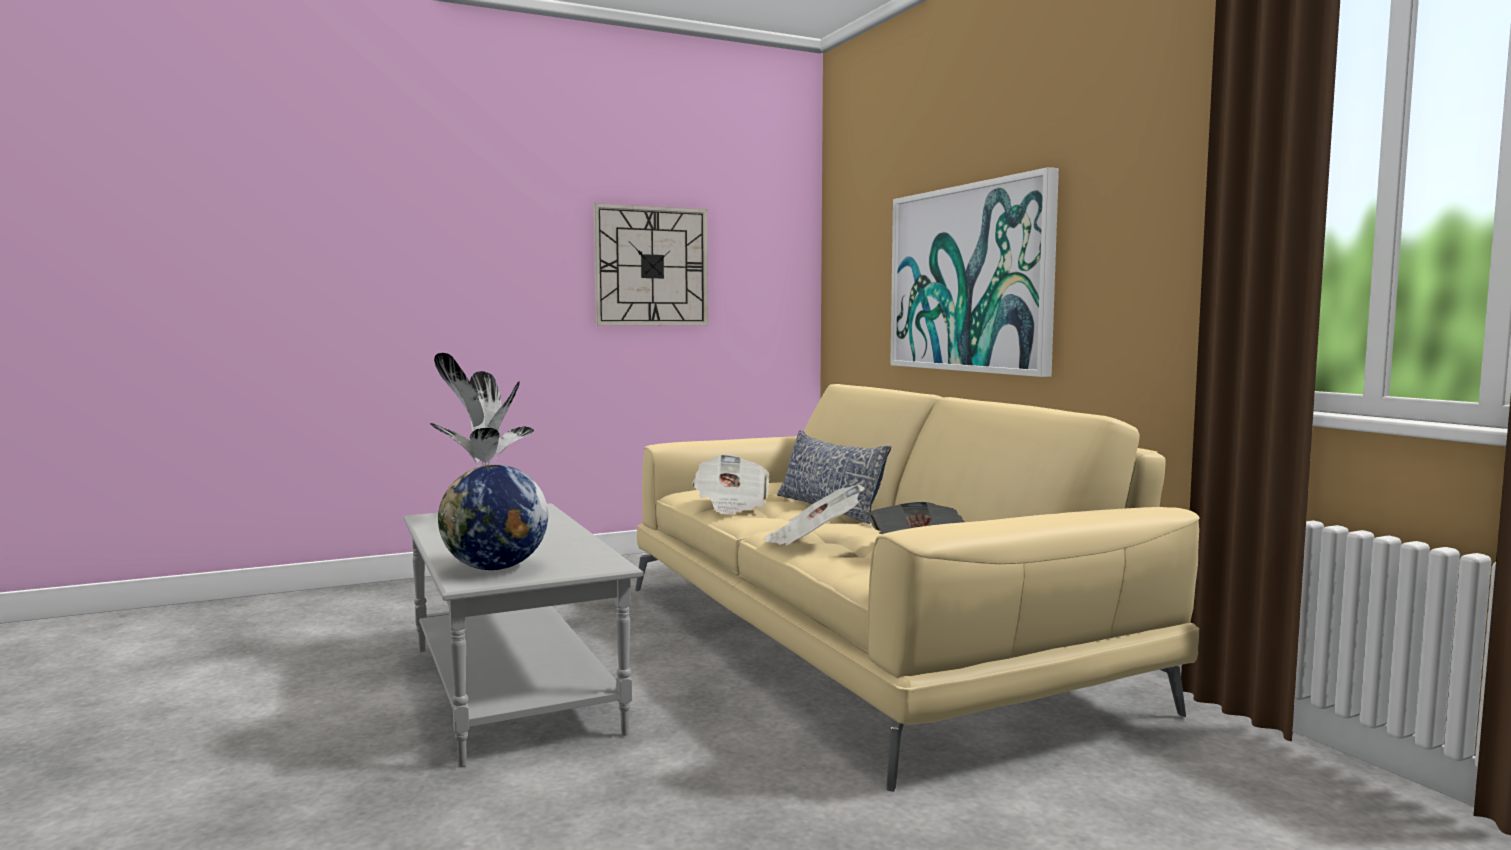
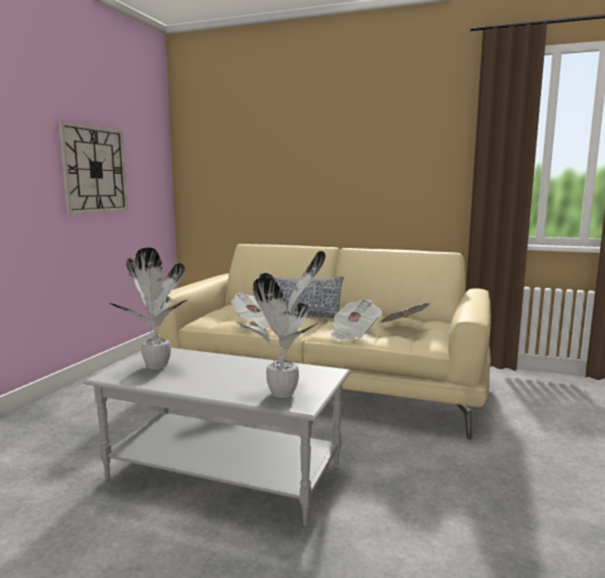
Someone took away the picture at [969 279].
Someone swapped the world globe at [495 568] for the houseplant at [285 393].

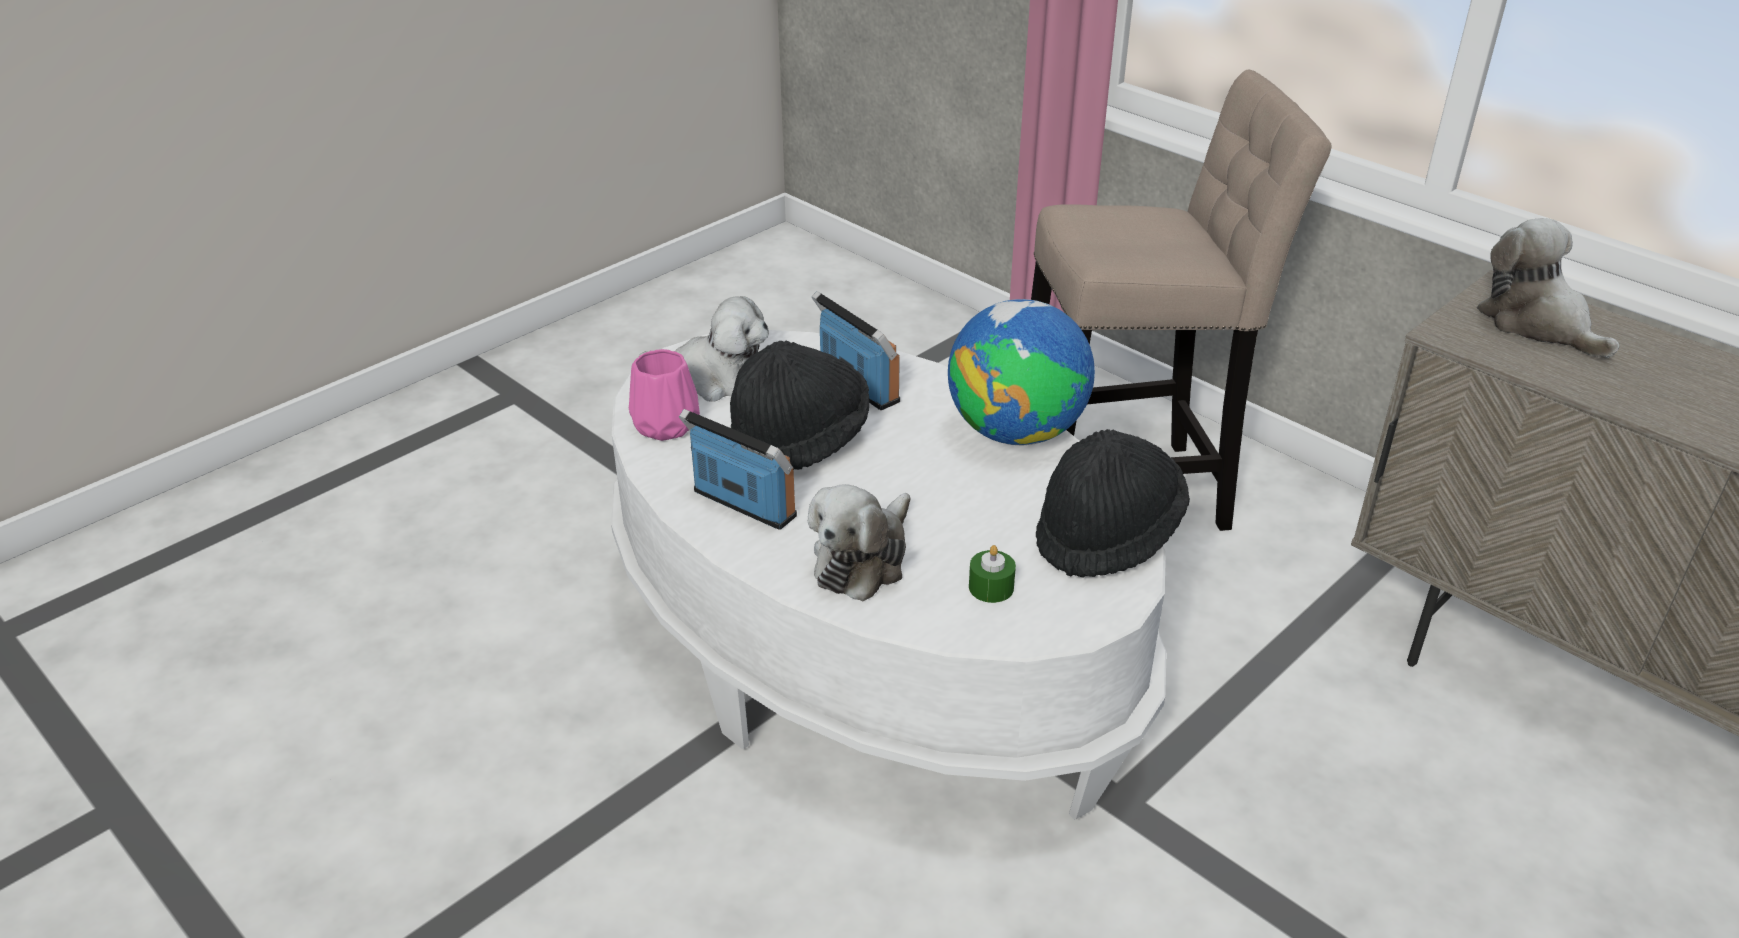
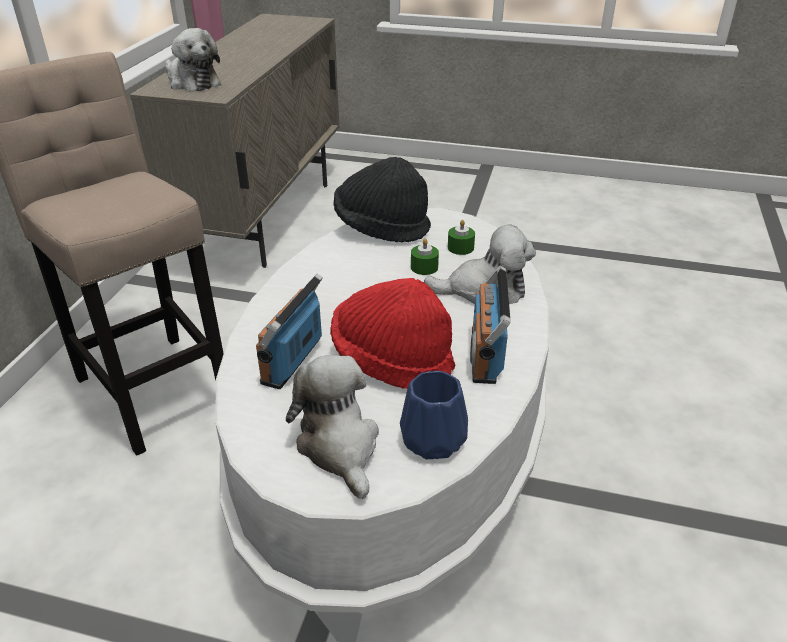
Someone rotated the soft toy at [1537 324] by 75 degrees counterclockwise.
Someone took away the world globe at [1017 432].
Someone repainted the wearable hat in blackish at [799 442], which became the wearable hat in red-coloured at [392 360].
Someone repainted the decorative vase in pink-coloured at [667 424], which became the decorative vase in blue-coloured at [431 441].
Someone put down the candle in green-coloured at [424 267].

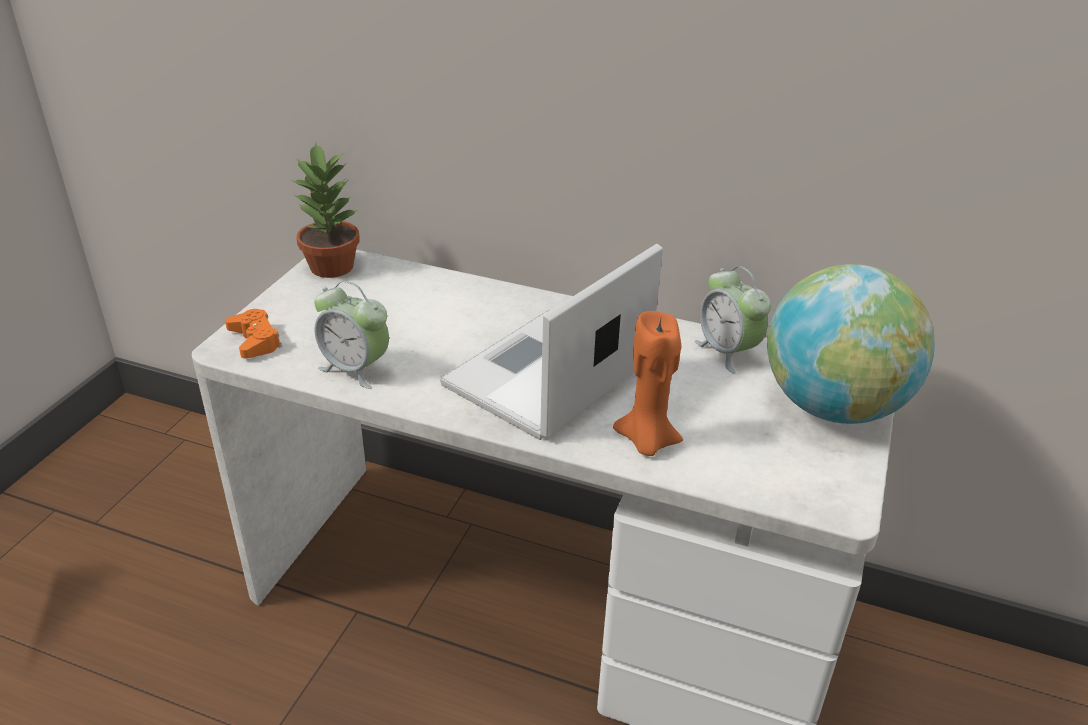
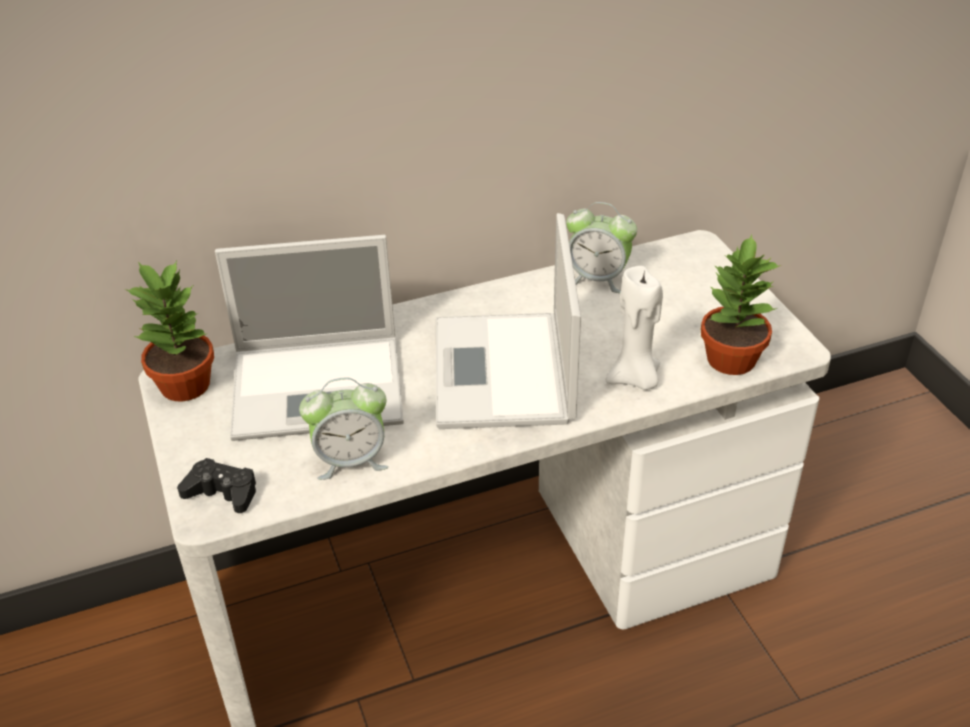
Someone took away the world globe at [832 406].
Someone repainted the gamepad in orange at [255 340], which became the gamepad in blackish at [222 492].
Someone repainted the candle in orange at [646 442], which became the candle in whitish at [635 379].
Someone put down the houseplant at [730 360].
Someone put down the notebook computer at [321 386].

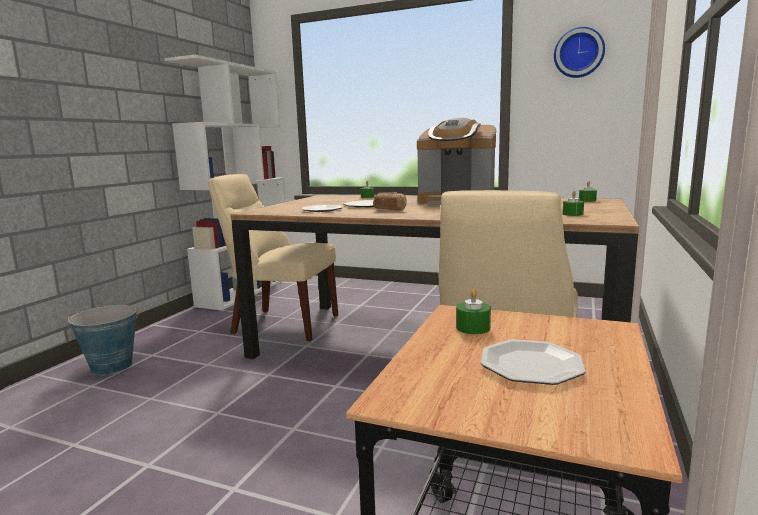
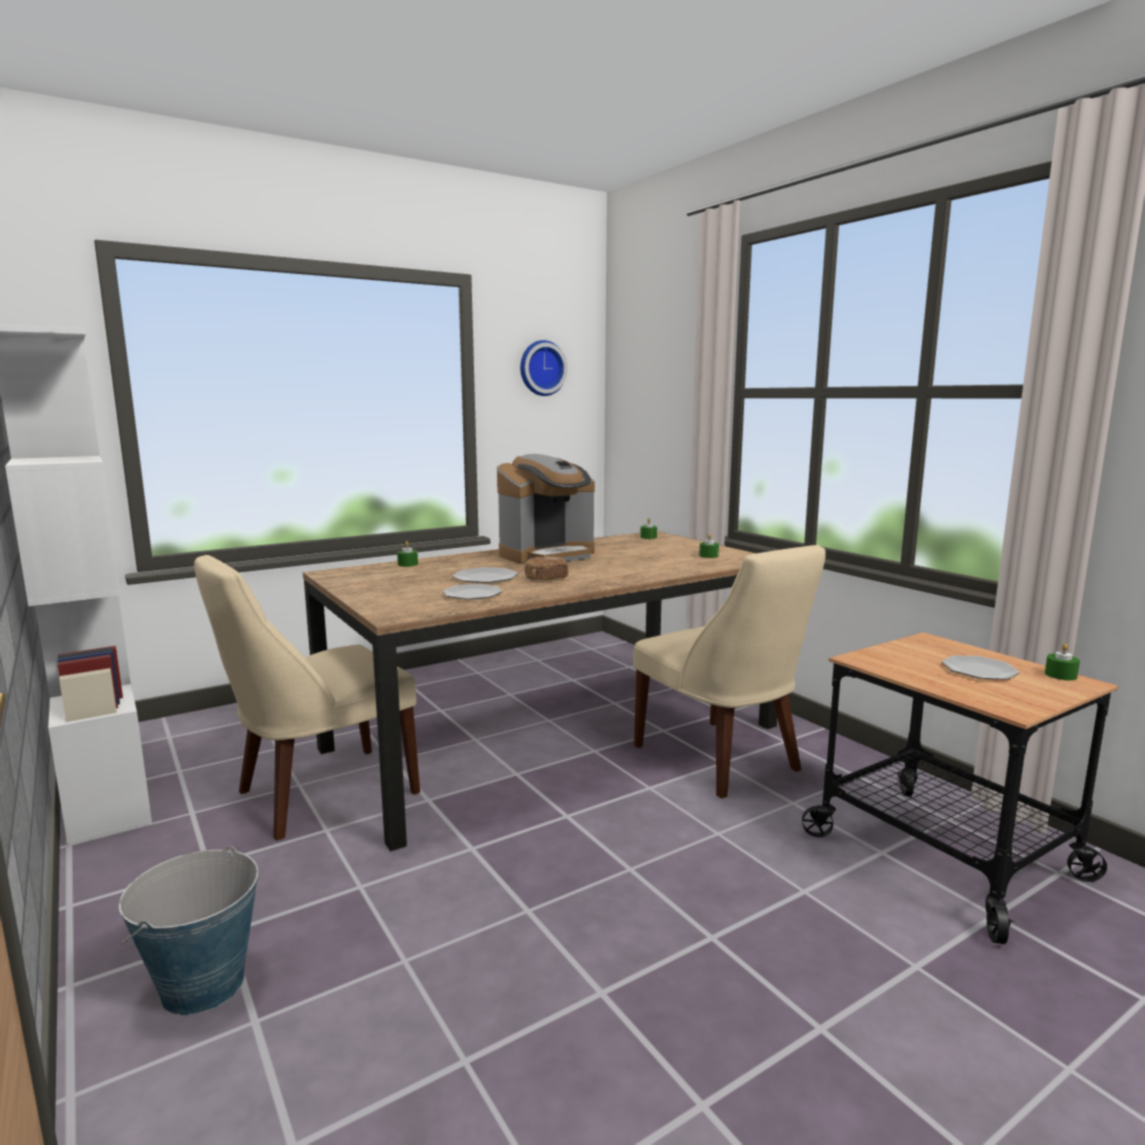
Someone carried the candle in green-coloured from [473 328] to [1060 675].

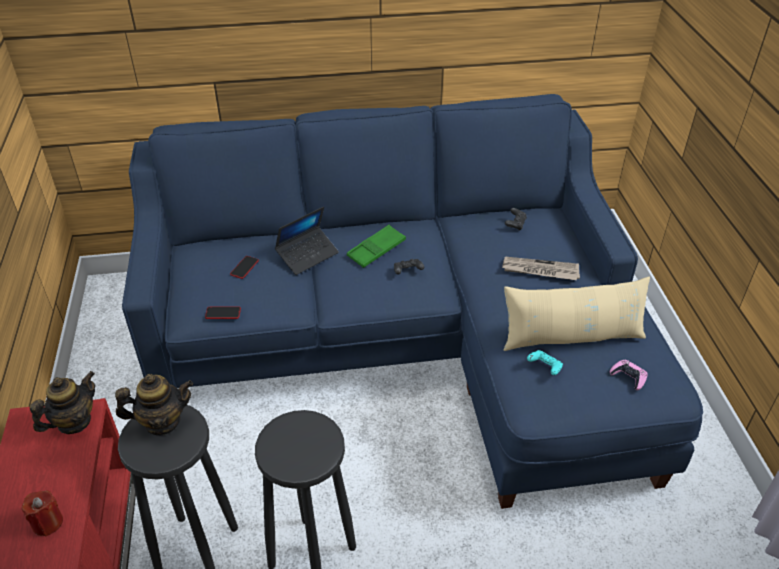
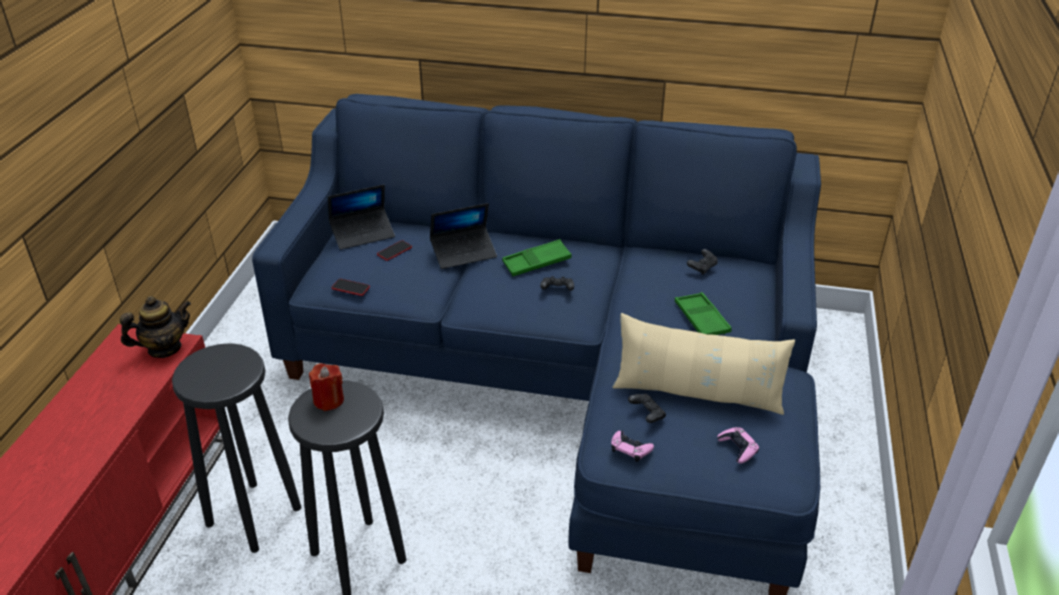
Someone swapped the daily paper at [540 270] for the carrying tray in green-coloured at [701 319].
Someone repainted the gamepad in turquoise-coloured at [544 367], which became the gamepad in blackish at [647 414].
Someone took away the pot for tea at [162 422].
Someone carried the candle in red-coloured from [48 522] to [328 400].
Someone put down the notebook computer at [363 234].
Someone put down the gamepad in pink-coloured at [630 448].

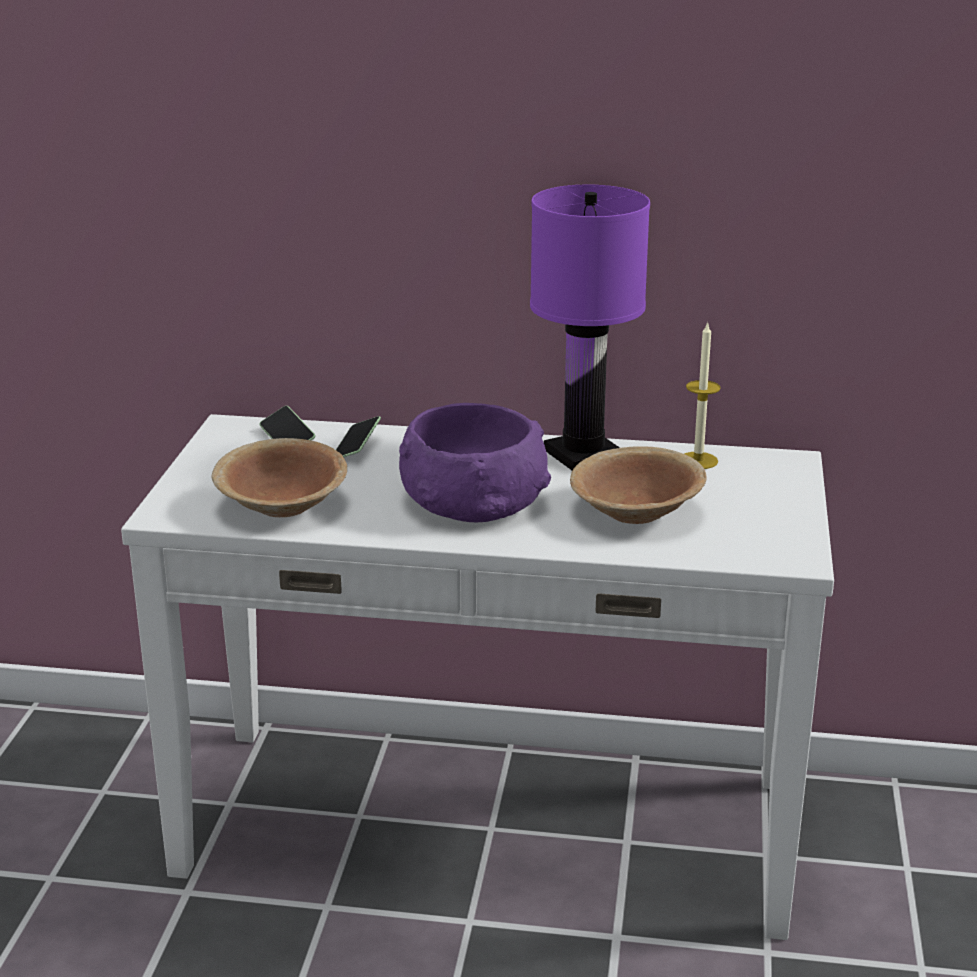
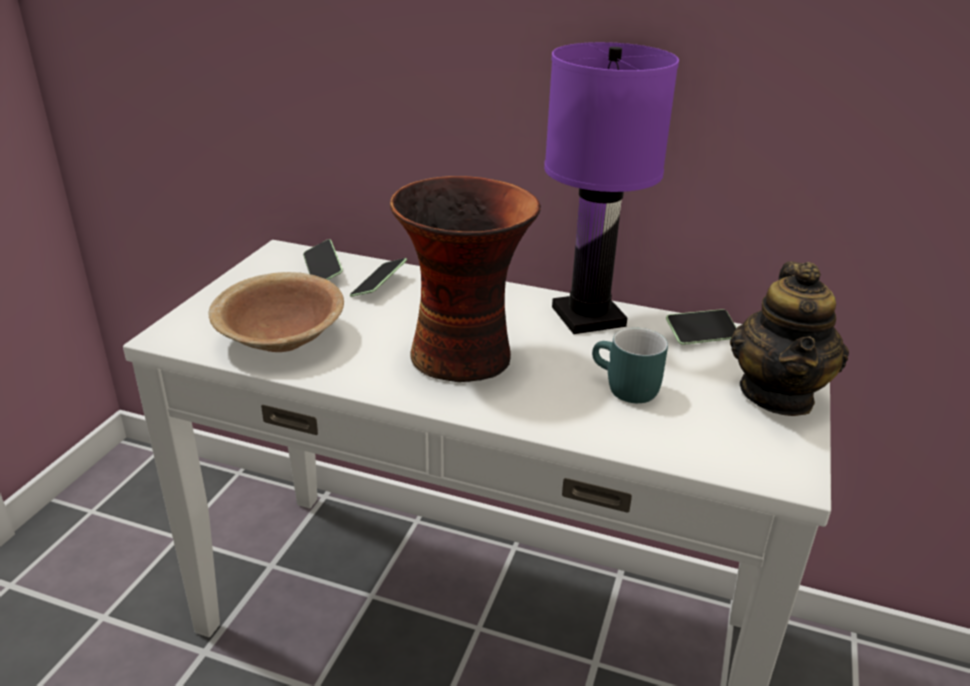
Someone swapped the candle at [698 460] for the phone at [701 336].
Someone swapped the deep dish in purplish at [474 500] for the decorative vase at [465 355].
Someone swapped the deep dish in brownish at [635 512] for the tea mug in turquoise-coloured at [623 389].
Someone put down the pot for tea at [777 395].

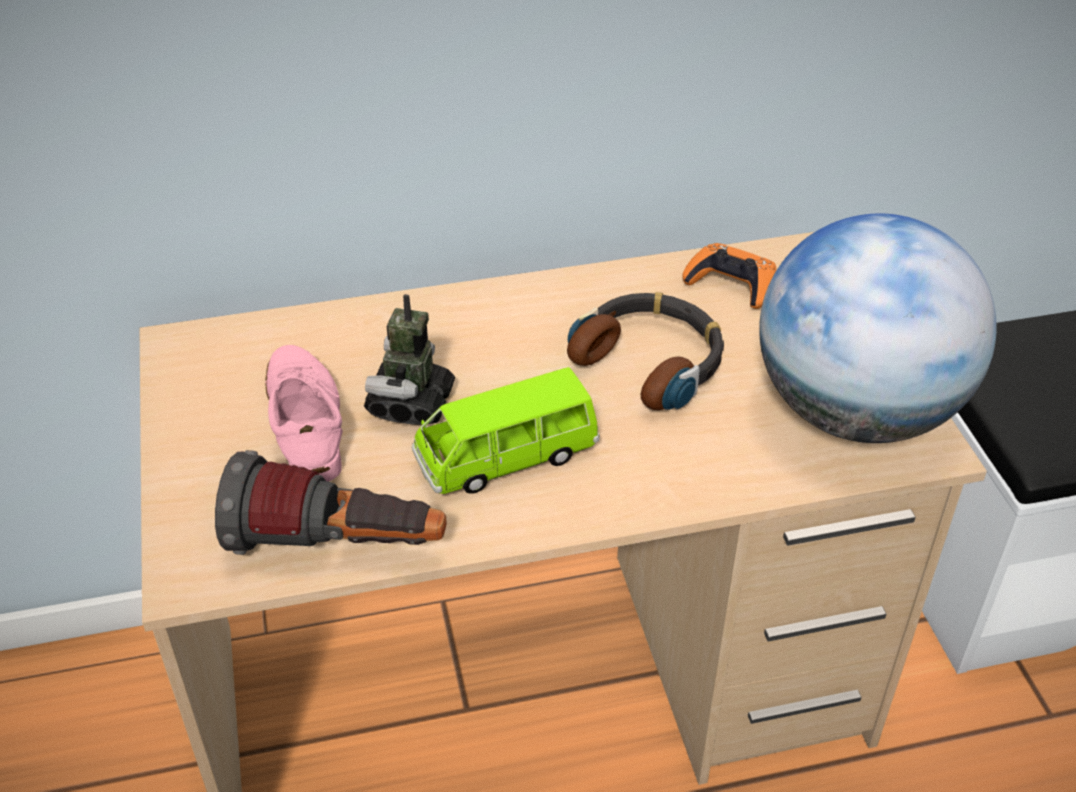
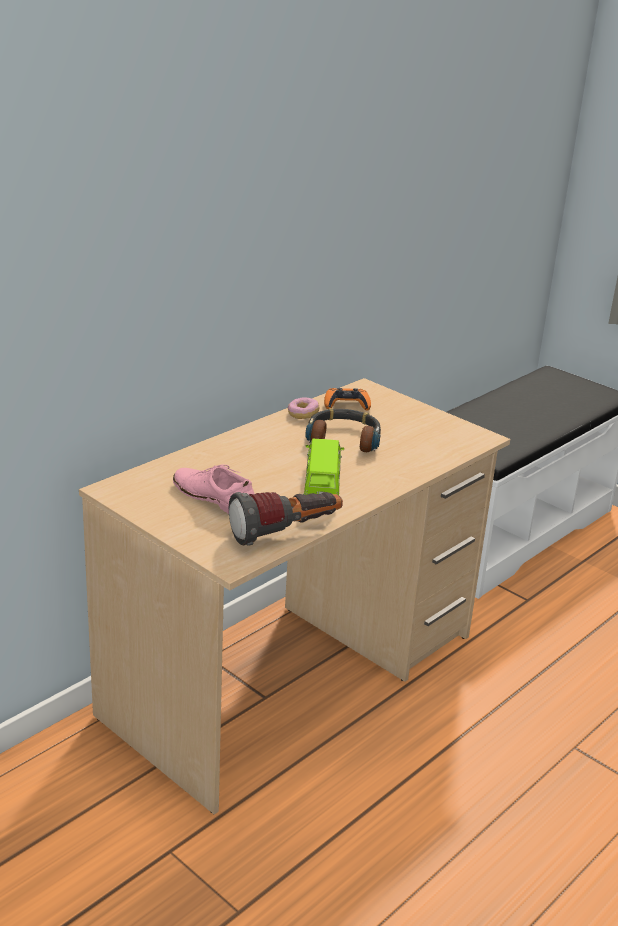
Someone took away the world globe at [856 411].
Someone took away the model robot at [411 404].
Someone rotated the toy car in green-coloured at [506 458] by 150 degrees clockwise.
Someone put down the donut at [303 414].

